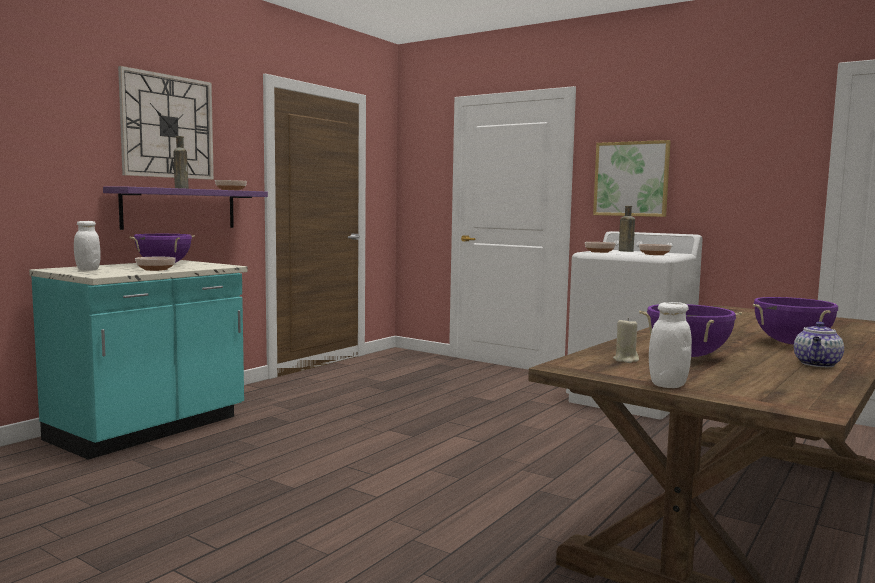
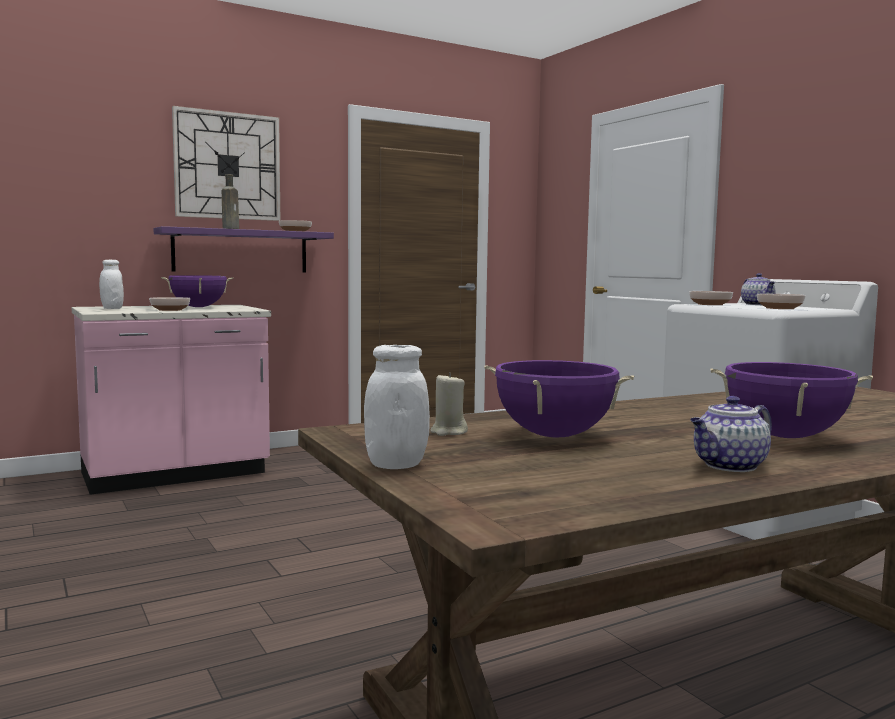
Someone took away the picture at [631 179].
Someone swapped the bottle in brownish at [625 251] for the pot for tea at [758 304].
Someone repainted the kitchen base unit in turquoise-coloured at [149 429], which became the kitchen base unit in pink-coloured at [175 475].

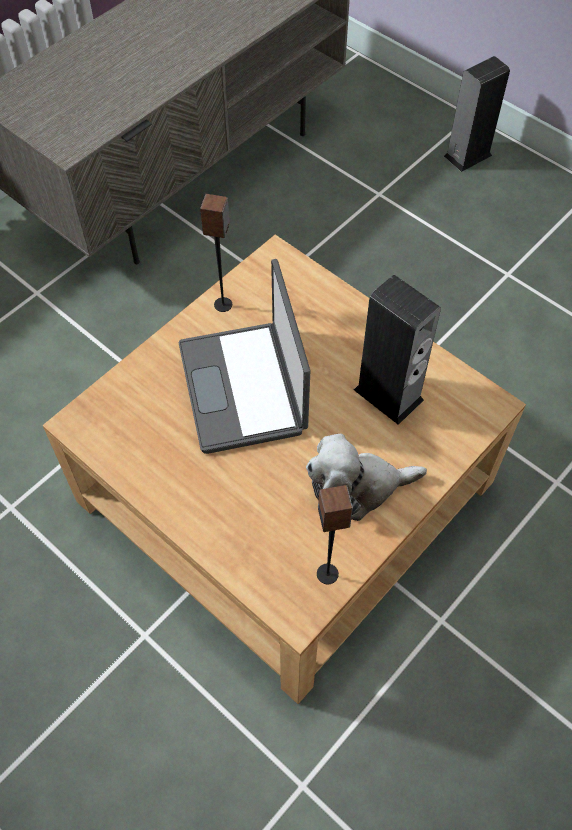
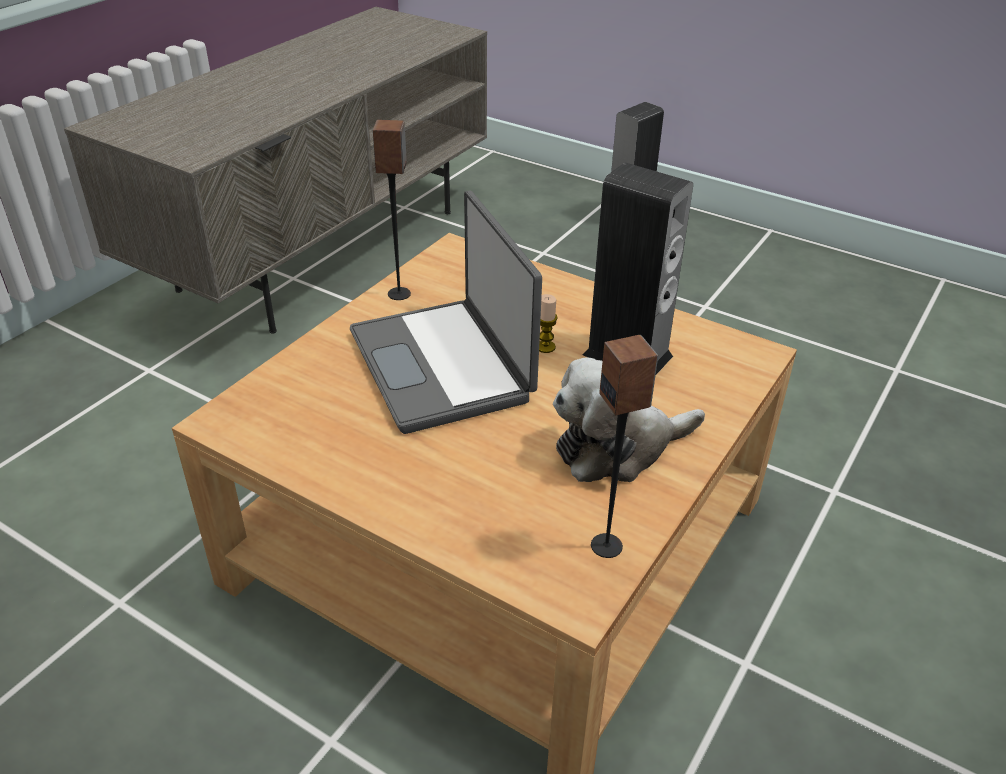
Someone put down the candle at [545 347].

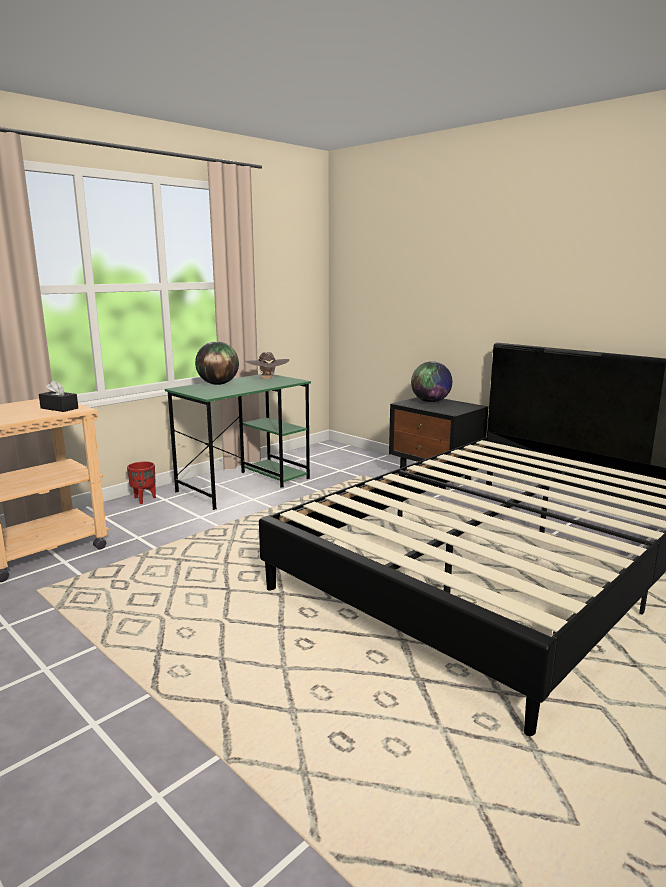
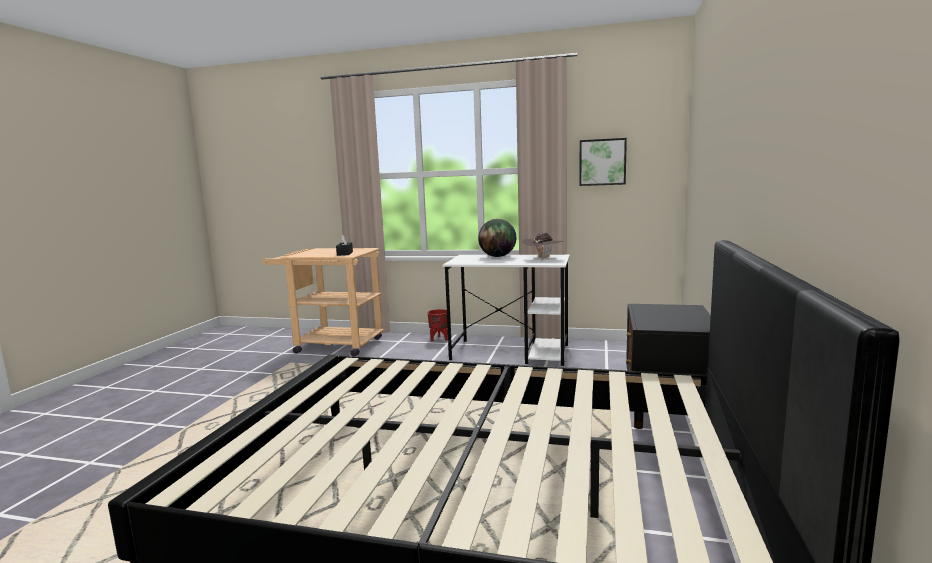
Someone took away the world globe at [430 402].
Someone repainted the desk table in green-coloured at [245 484], which became the desk table in whitish at [511 352].
Someone put up the picture at [602 162].

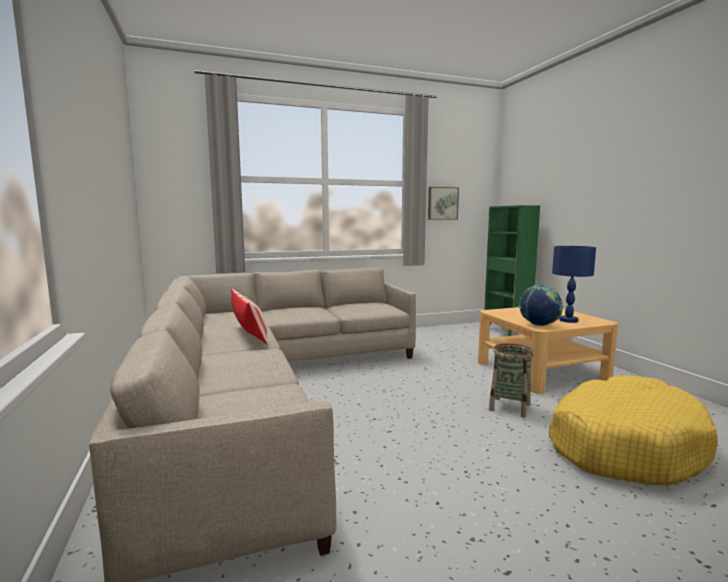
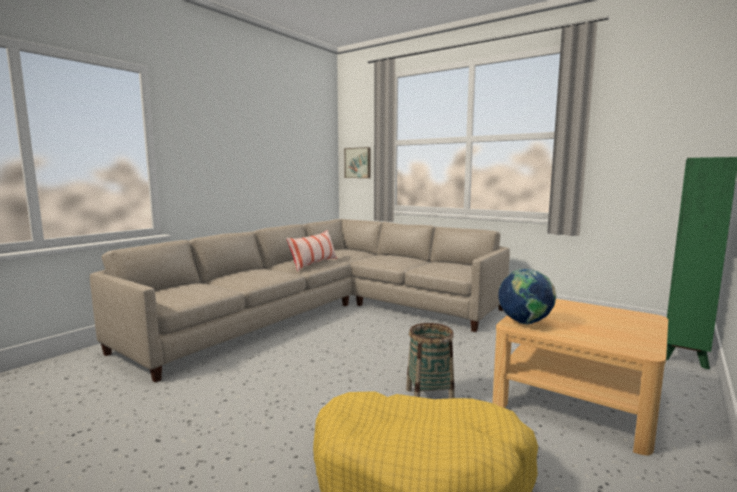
Someone carried the picture from [442 203] to [358 163].
Someone took away the tabletop lamp in blue-coloured at [568 320].

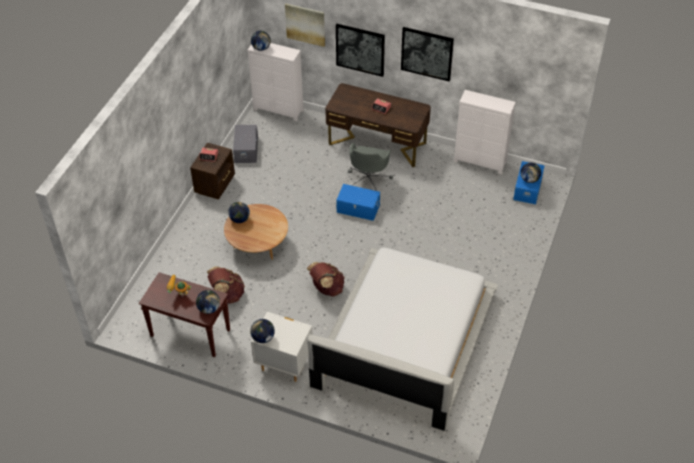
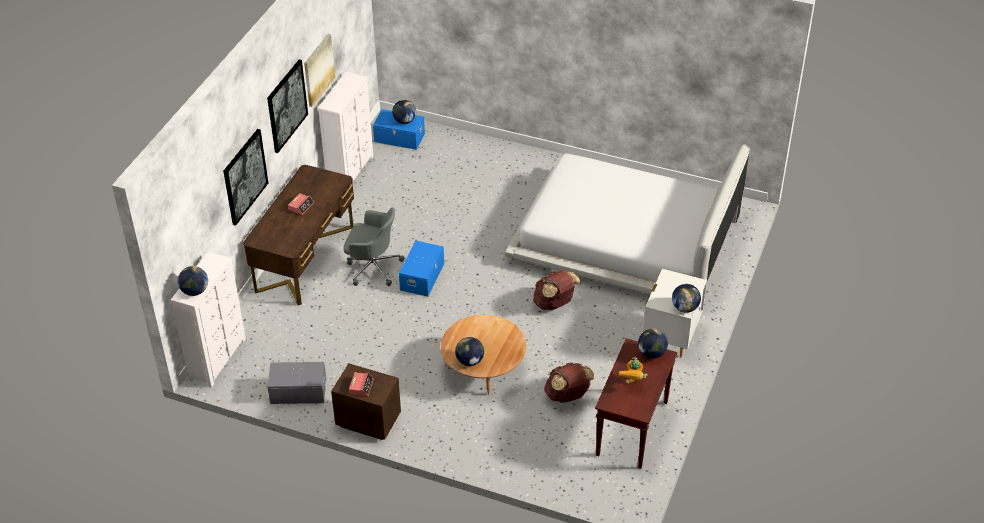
Someone carried the picture from [305 24] to [318 70].

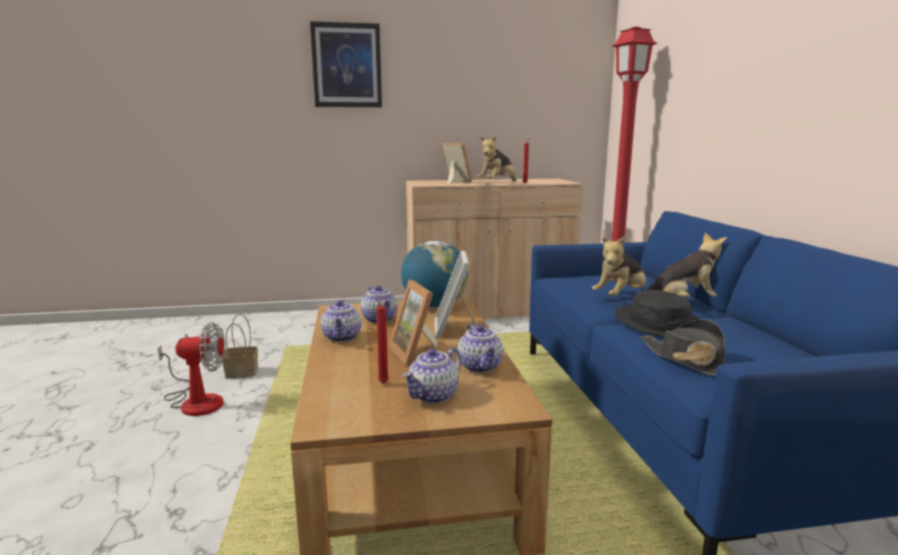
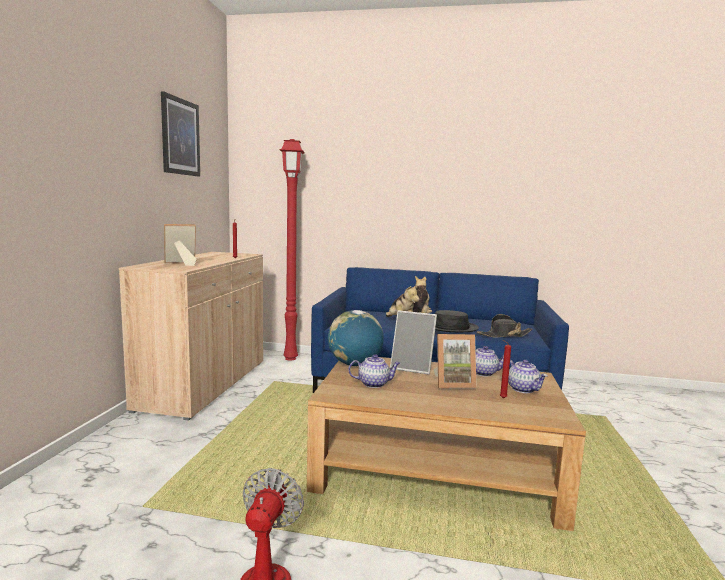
Someone carried the picture from [347 65] to [180 137].
Someone took away the soft toy at [497 183].
Someone took away the pot for tea at [342 337].
Someone took away the storage basket at [243 372].

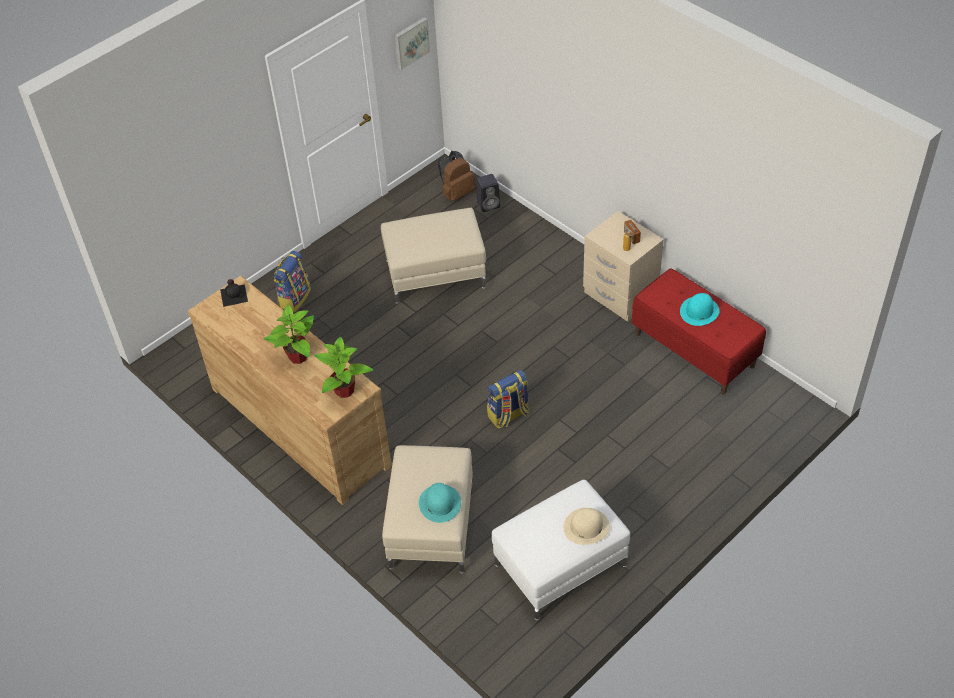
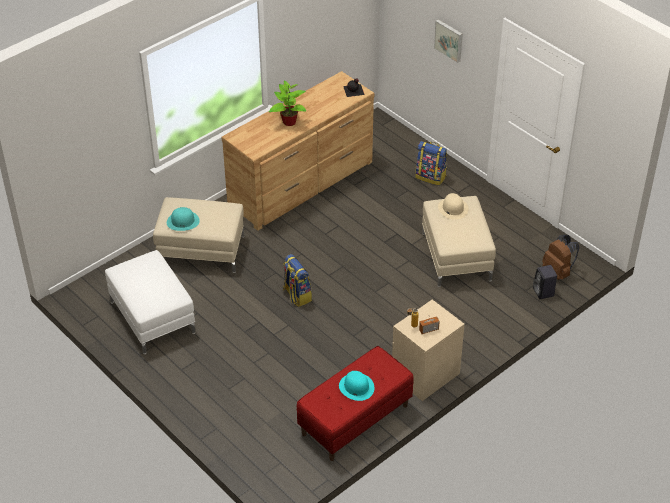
Someone carried the picture from [411 42] to [449 40].
Someone took away the houseplant at [345 391].
Someone carried the wearable hat in beige-coloured from [586 527] to [453 208].

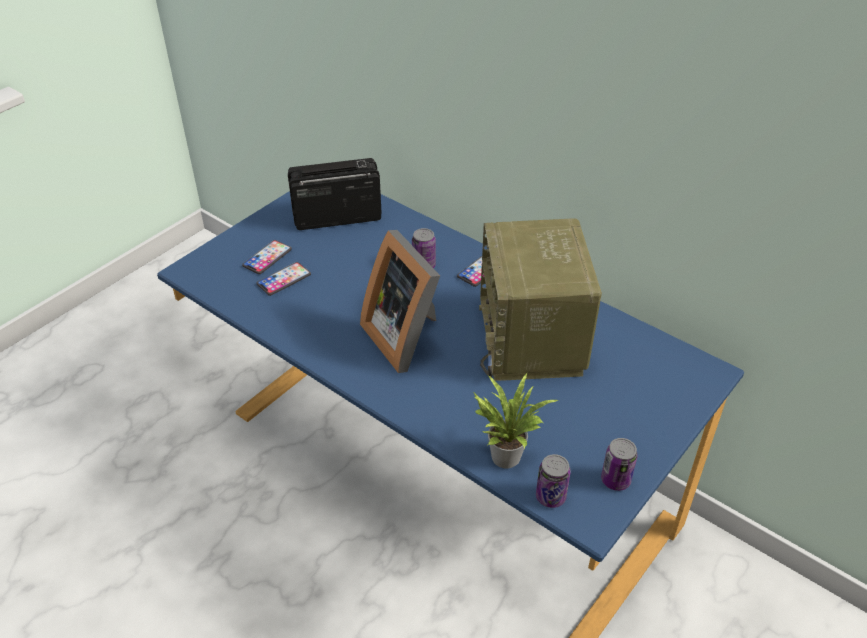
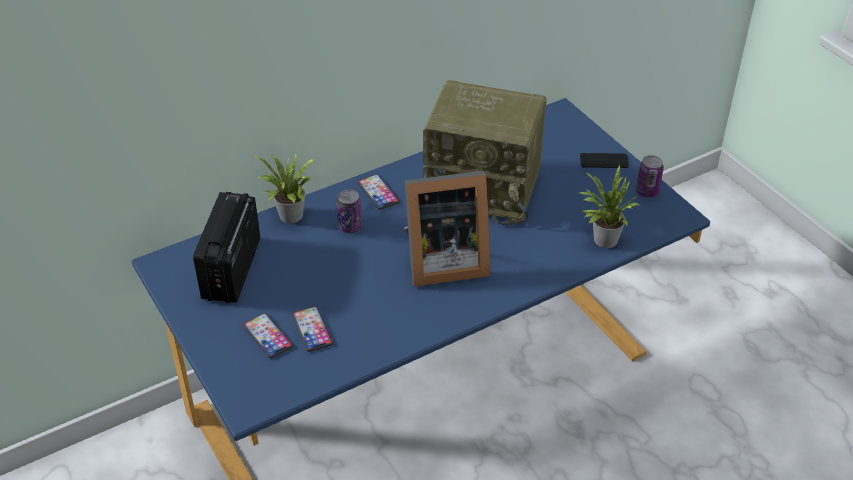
Someone took away the can at [550 497].
Someone put down the houseplant at [290 217].
Someone put down the phone at [604 161].

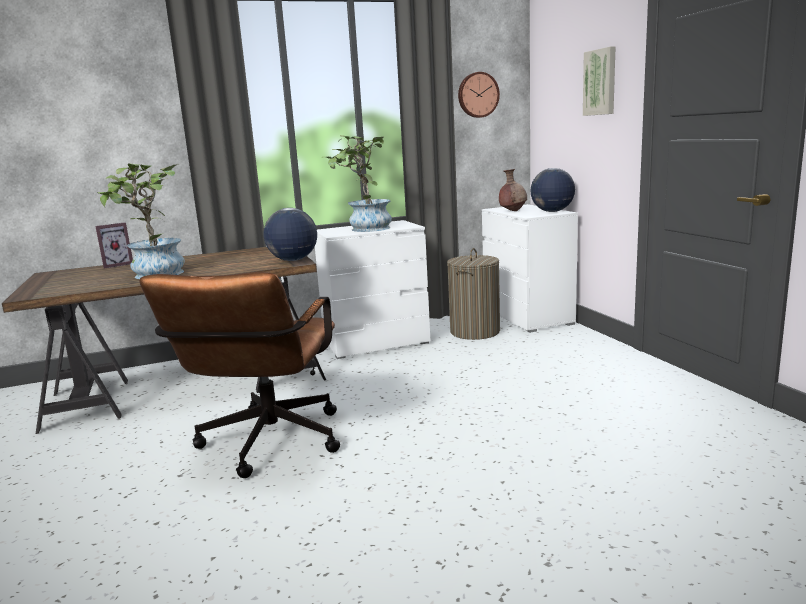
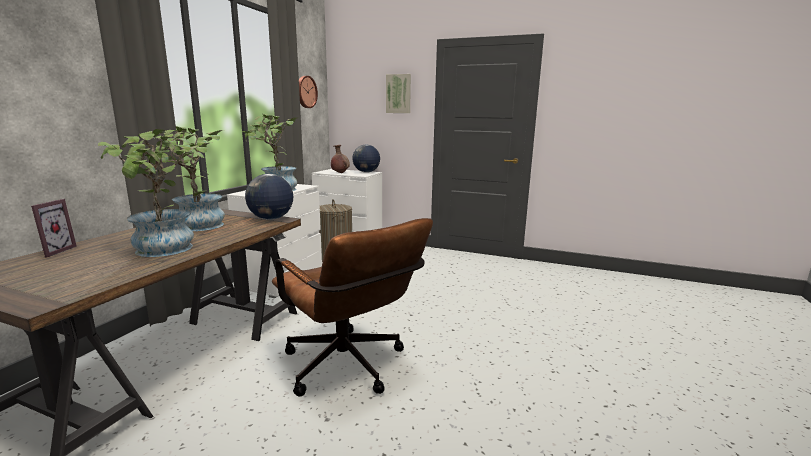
Someone put down the houseplant at [196 227].

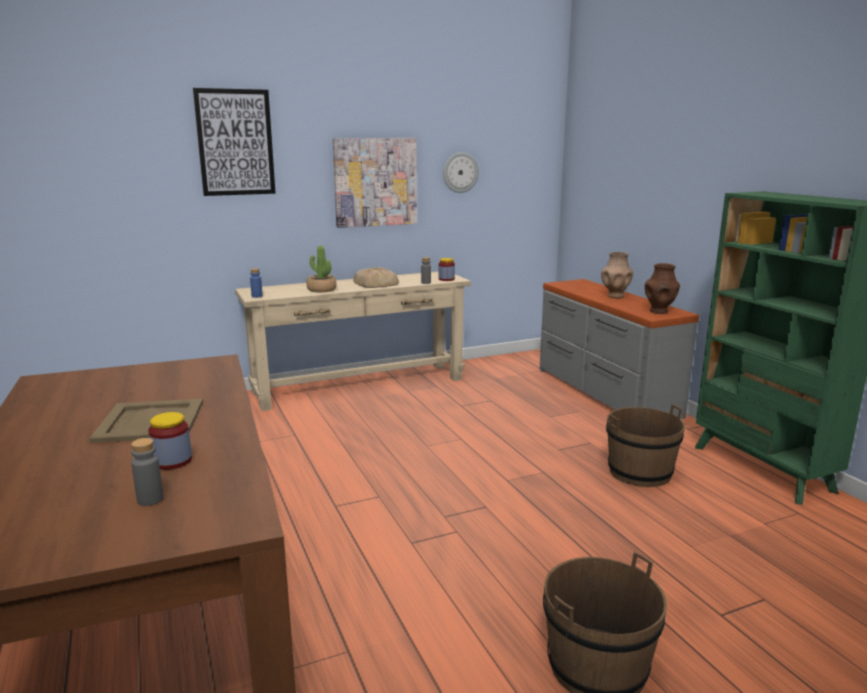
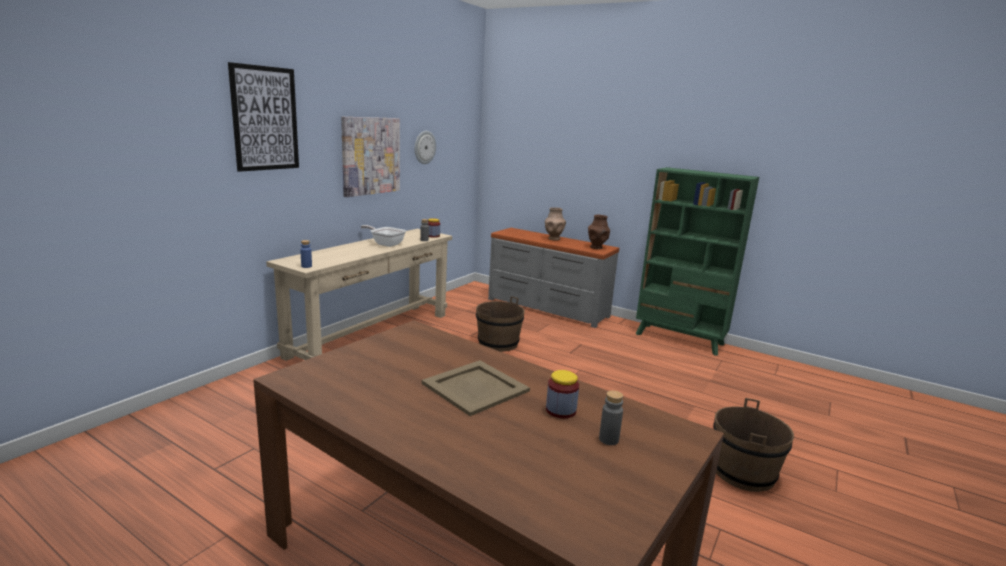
Someone took away the houseplant at [321 289].
Someone swapped the bread at [376 283] for the pan at [385 244].
Someone carried the water bucket in brownish from [639 472] to [498 343].

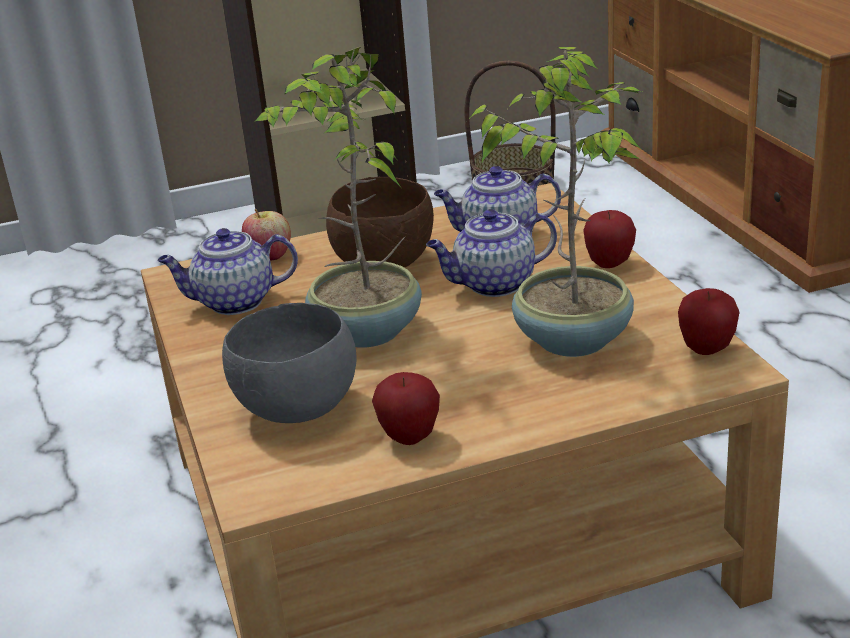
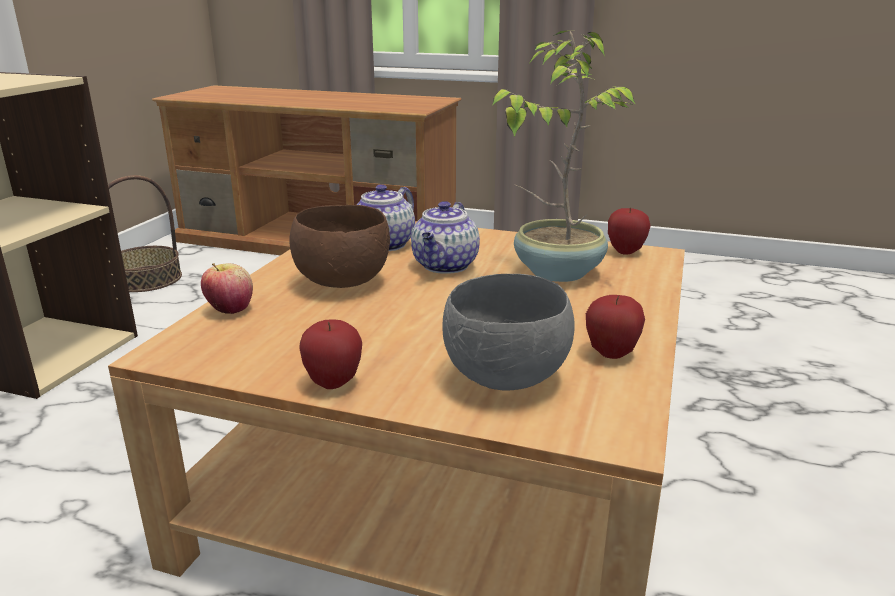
Someone took away the houseplant at [365 333].
Someone carried the whole apple from [609 264] to [333 383].
Someone took away the pot for tea at [233 302].

